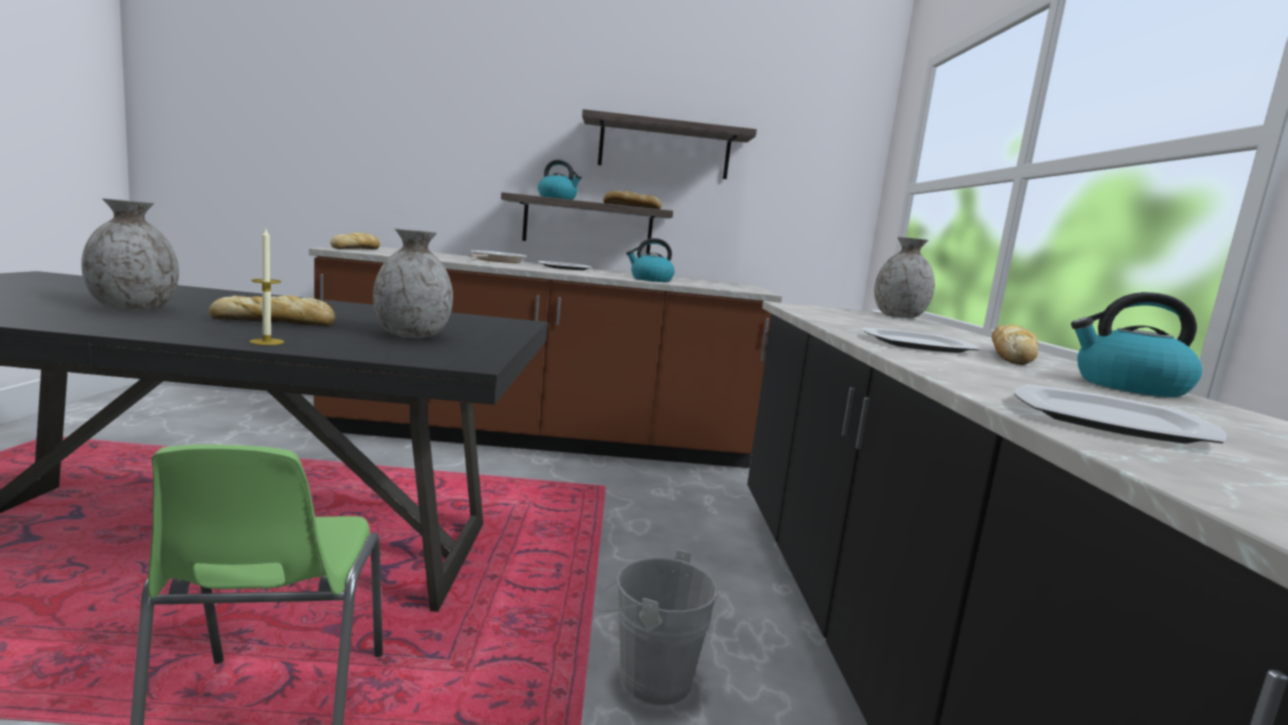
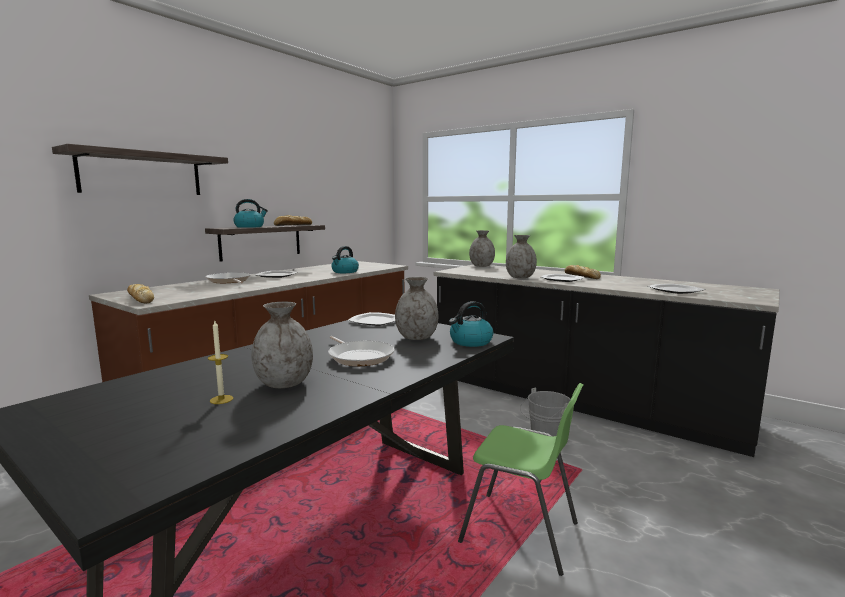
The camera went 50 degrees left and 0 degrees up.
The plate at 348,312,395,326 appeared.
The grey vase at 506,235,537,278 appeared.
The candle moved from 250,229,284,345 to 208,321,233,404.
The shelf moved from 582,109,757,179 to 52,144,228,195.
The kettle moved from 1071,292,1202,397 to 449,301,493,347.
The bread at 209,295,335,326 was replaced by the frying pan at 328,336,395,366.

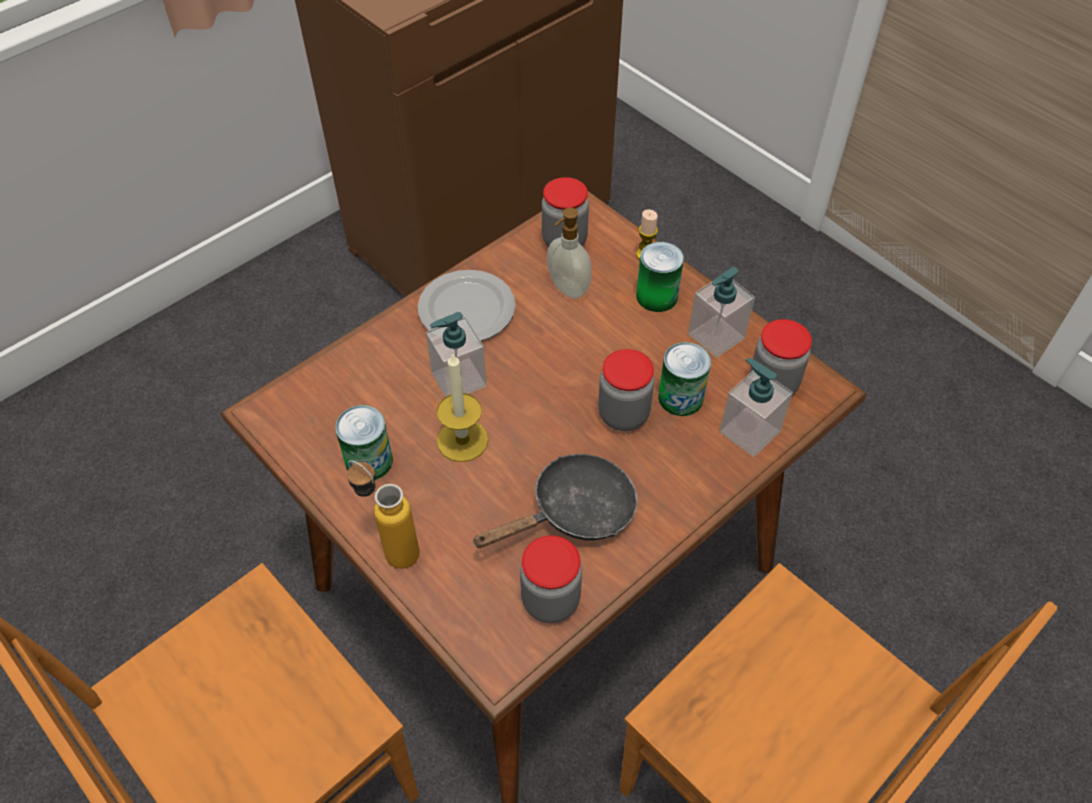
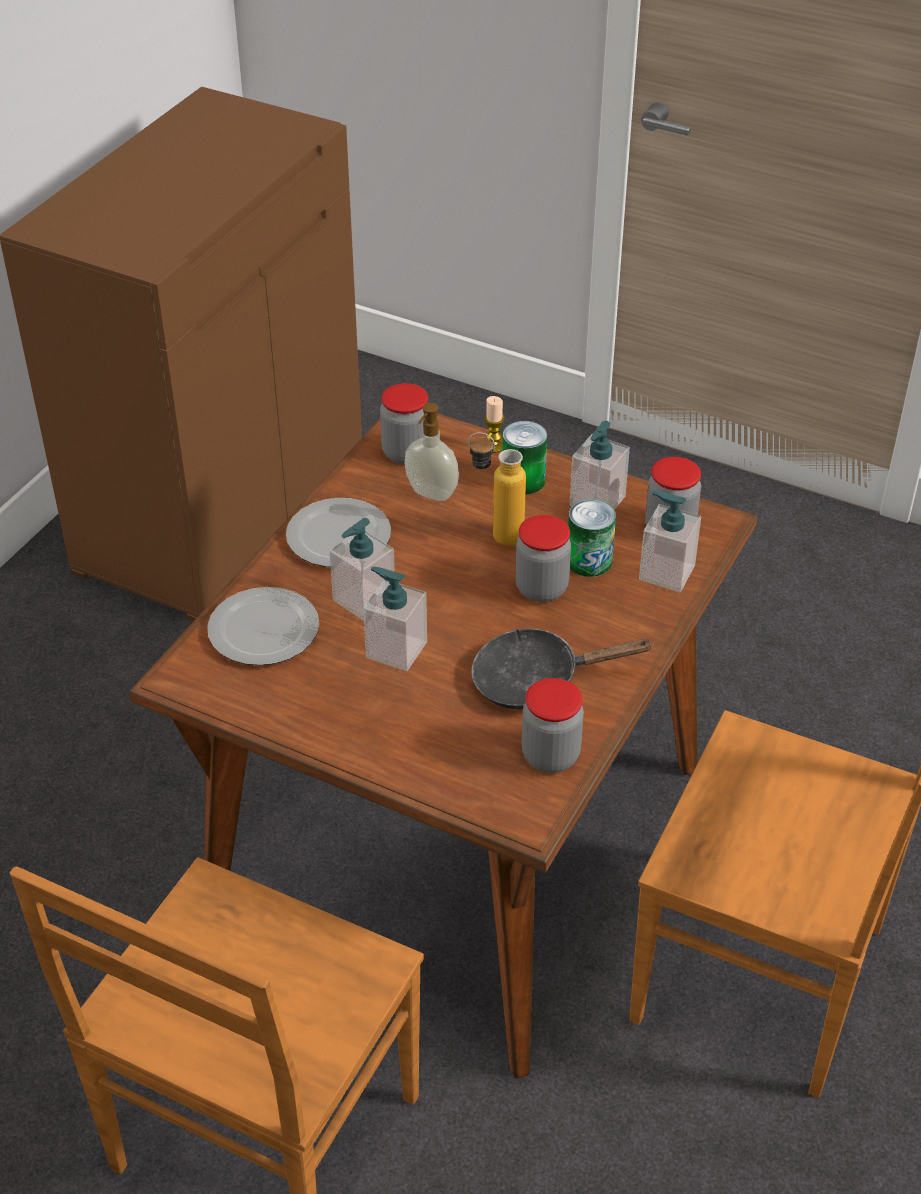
The camera went 20 degrees left and 10 degrees down.
The can at 335,405,393,480 disappeared.
The plate at 207,587,319,665 appeared.
The bottle moved from 347,460,419,569 to 468,432,526,546.
The candle at 436,352,488,462 was replaced by the soap dispenser at 363,567,427,671.
The black frying pan at 472,454,638,548 turned 135 degrees counterclockwise.

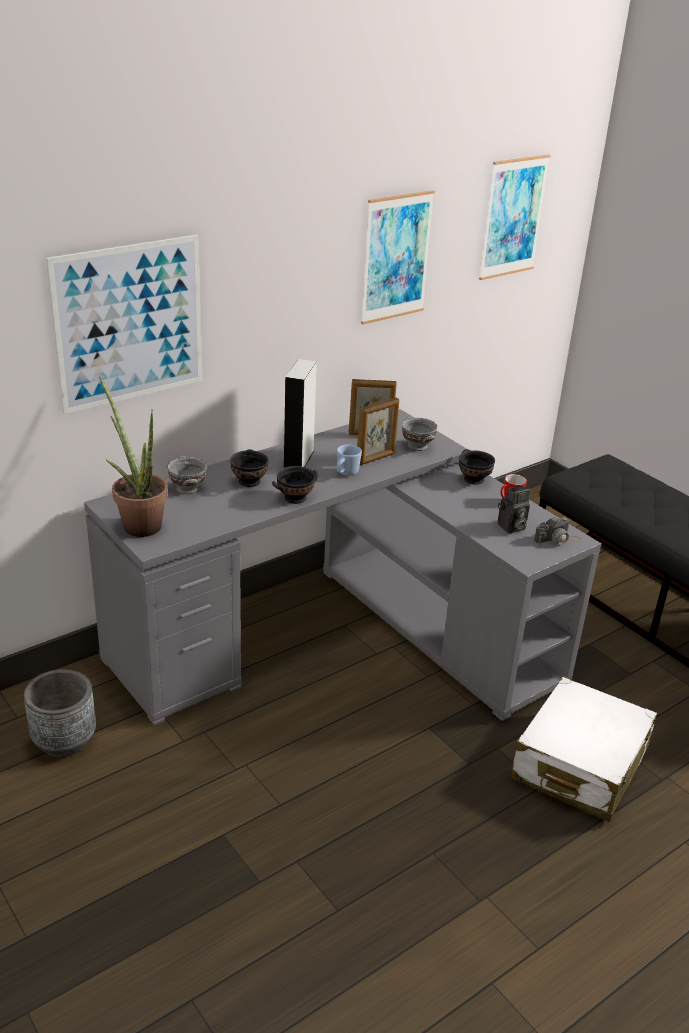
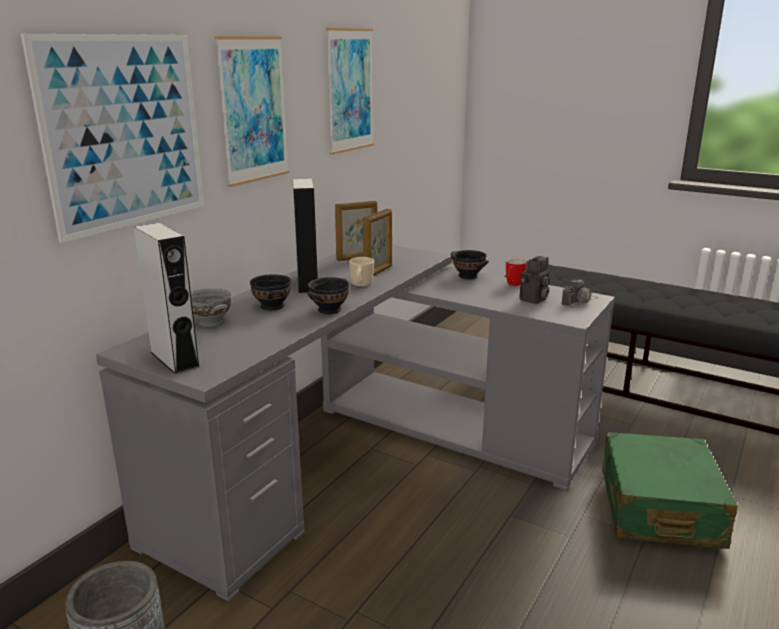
The camera went 20 degrees left and 10 degrees down.
The grey bowl at 402,417,437,451 disappeared.
The picture moved from 479,154,550,280 to 215,36,289,187.
The potted plant at 99,376,168,537 was replaced by the grey speaker at 134,223,200,374.
The blue mug at 337,445,362,476 became the beige mug at 349,257,374,287.
The white suitcase at 510,677,657,822 became the green suitcase at 602,432,738,549.

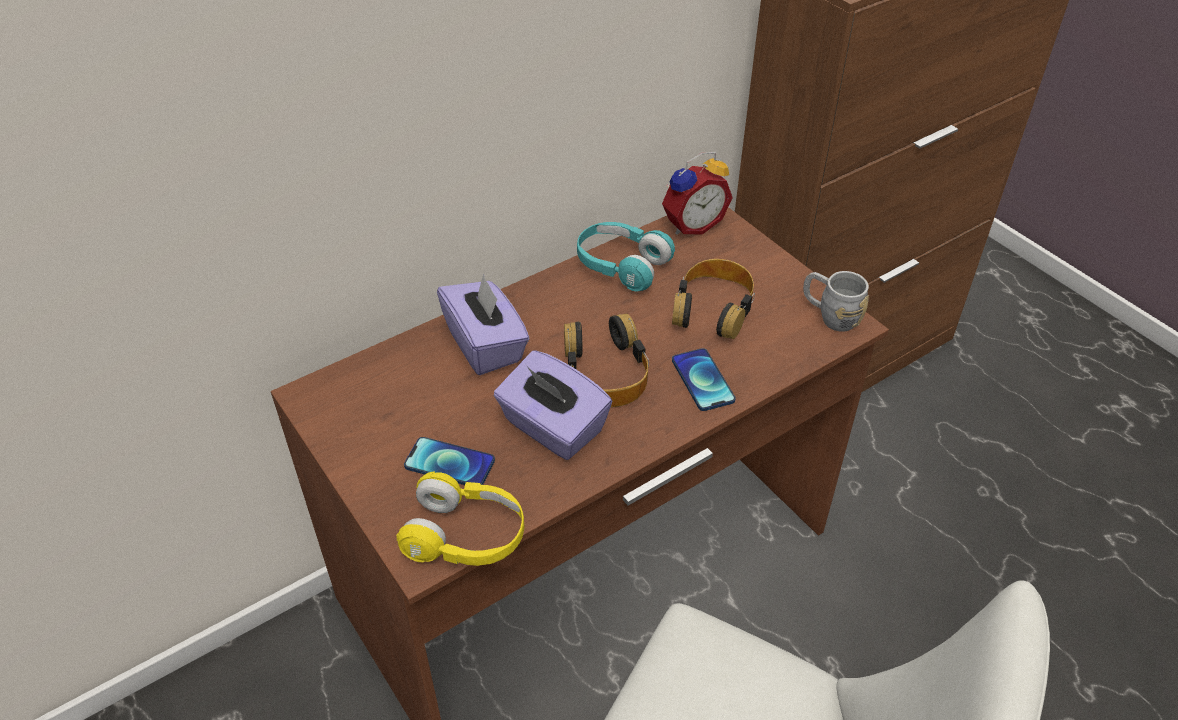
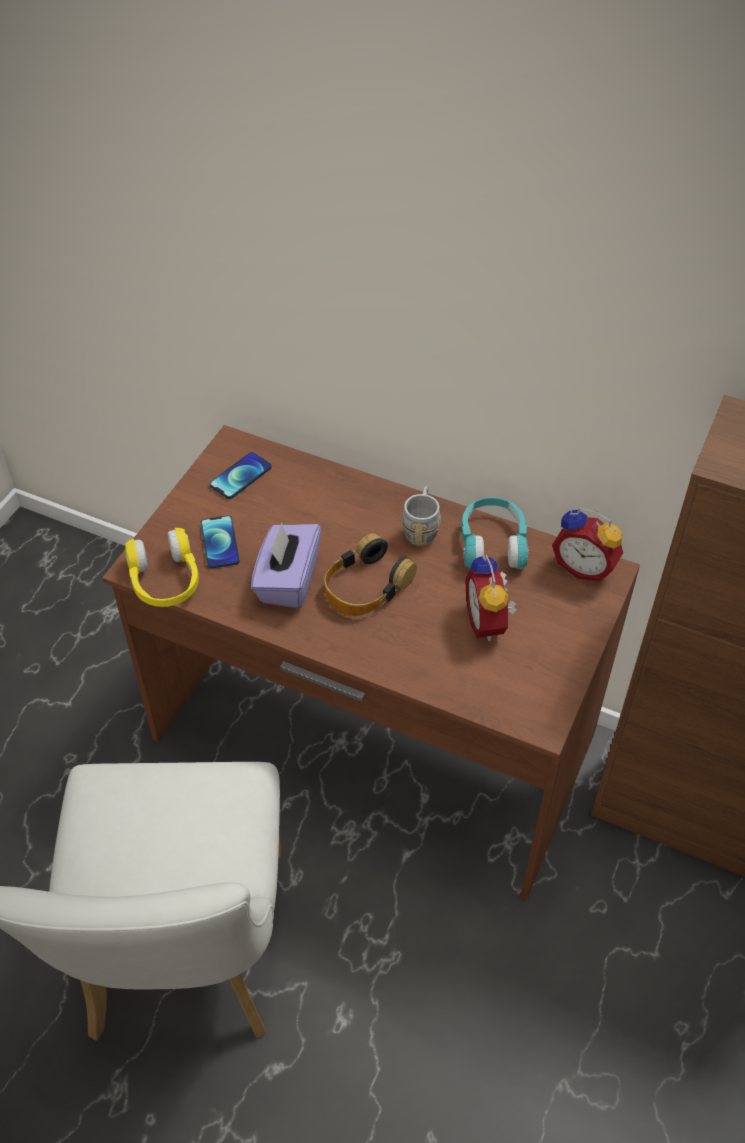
The camera went 60 degrees right and 5 degrees up.
The purple tissue box at 437,274,530,375 disappeared.
The phone moved from 672,348,736,411 to 210,452,272,499.
The grey mug moved from 803,271,869,332 to 401,486,441,546.
The headphones at 672,259,755,339 was replaced by the alarm clock at 465,555,517,641.

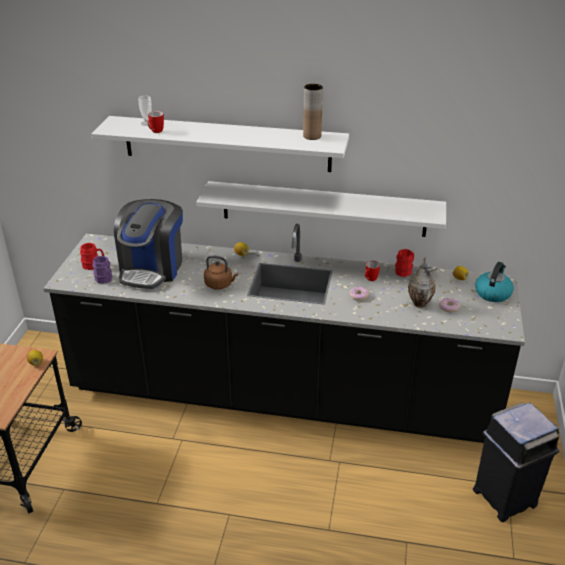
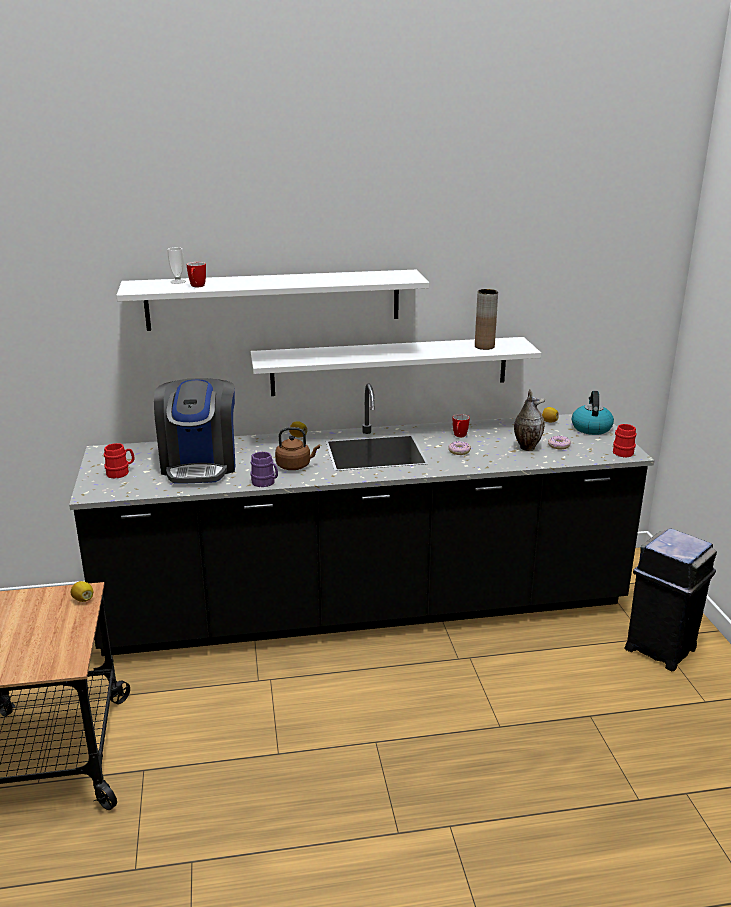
The camera went 20 degrees left and 10 degrees down.
The purple mug moved from 93,256,112,284 to 250,451,278,487.
The brown vase moved from 303,84,323,140 to 475,289,498,350.
The red mug moved from 395,249,414,277 to 613,424,637,458.

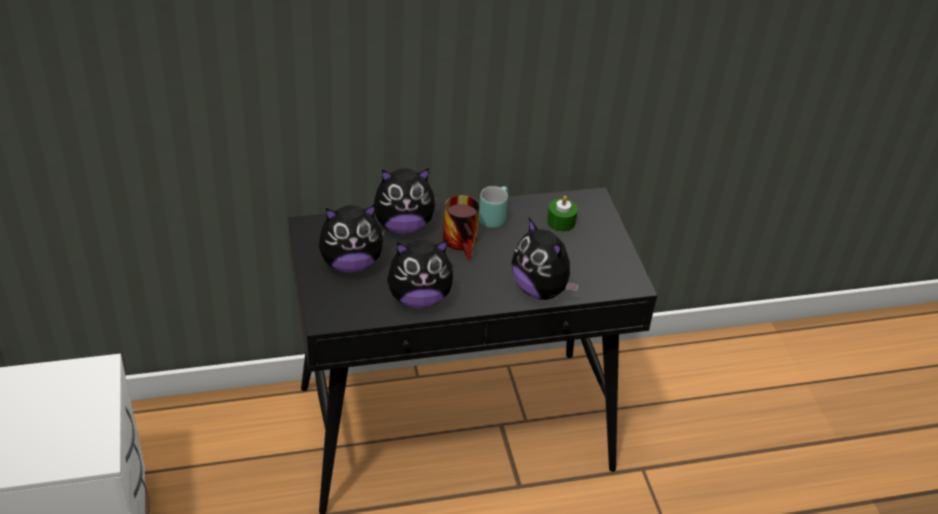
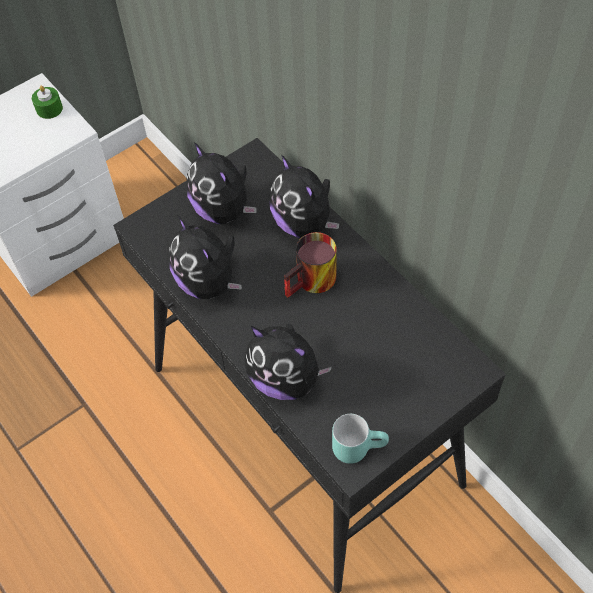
The camera went 70 degrees right and 15 degrees up.
The turquoise mug moved from 479,186,508,229 to 332,414,389,464.
The green candle moved from 547,195,578,232 to 32,86,63,119.
The plush toy at 511,218,580,300 turned 90 degrees counterclockwise.

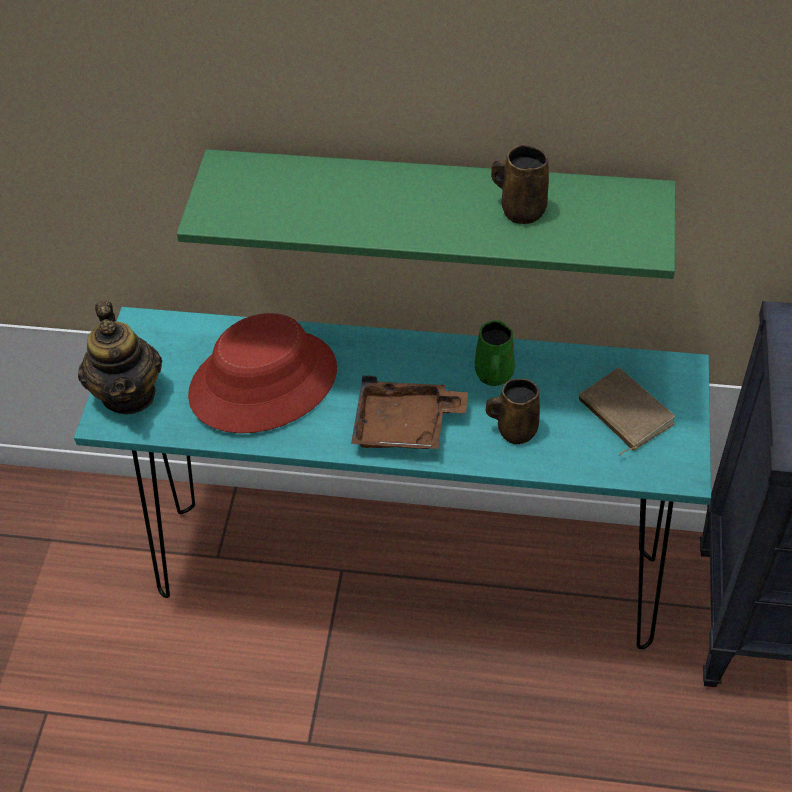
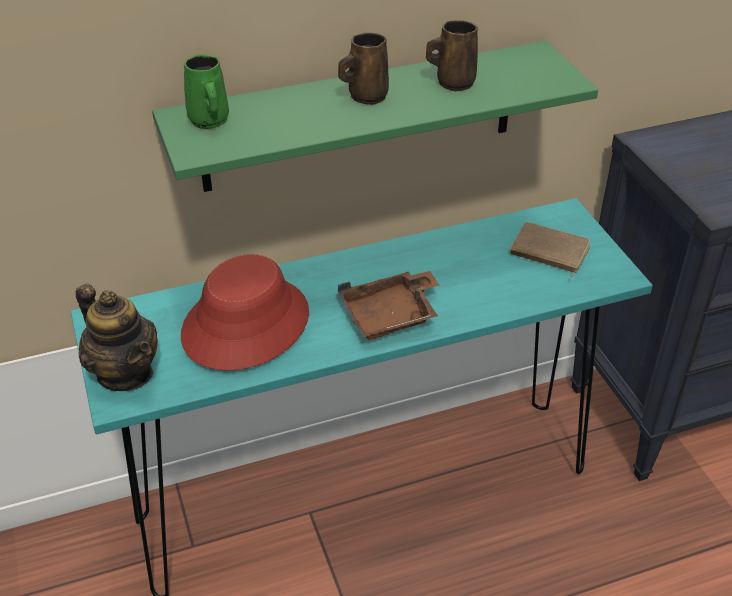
The camera went 30 degrees left and 10 degrees down.
The green mug moved from 475,320,515,386 to 184,54,229,129.
The brown mug moved from 486,378,540,444 to 338,33,389,105.

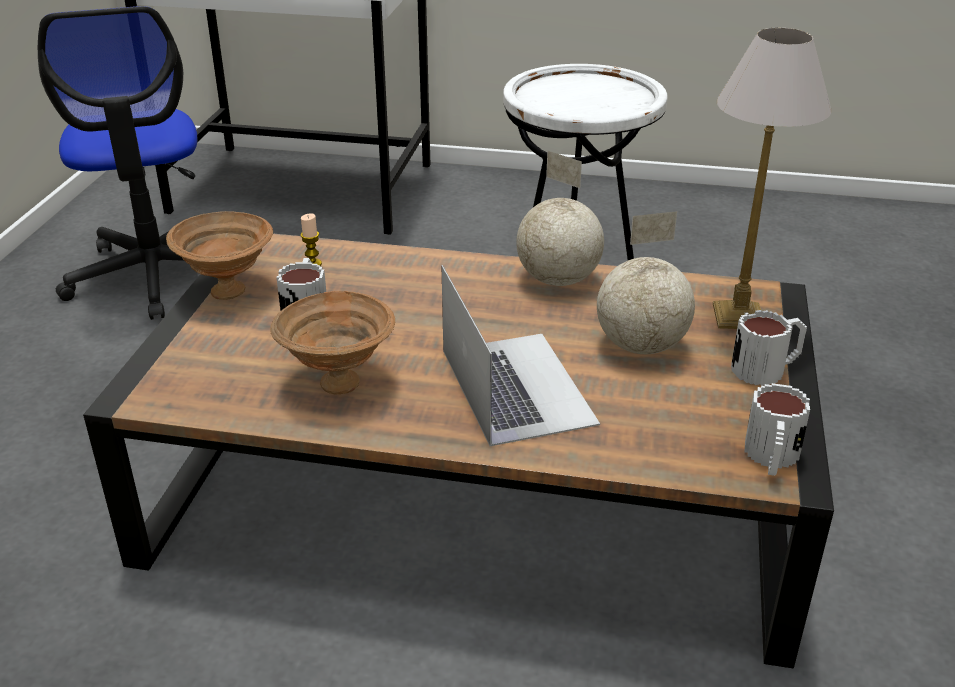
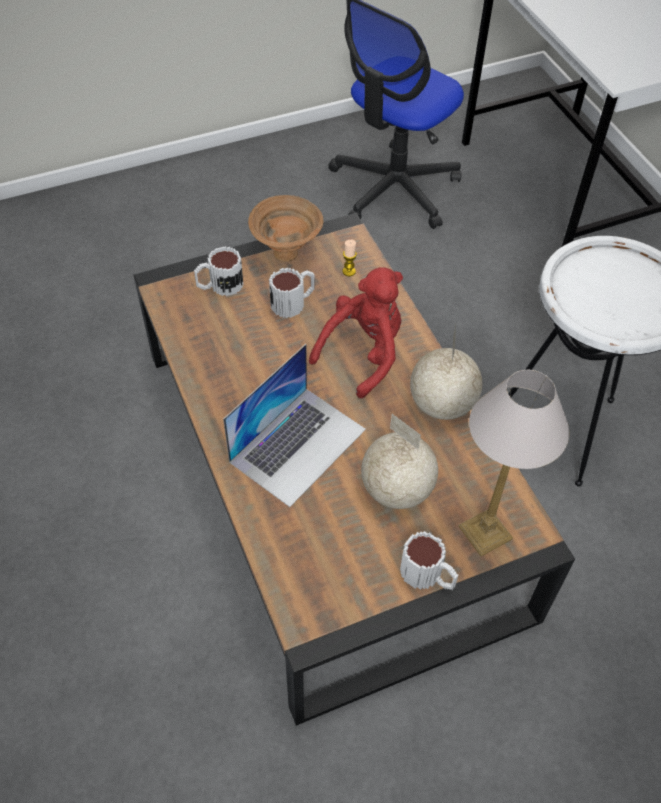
The camera went 55 degrees right and 20 degrees up.
The brown bowl at 270,291,395,395 disappeared.
The red plush toy at 309,267,403,398 appeared.
The mug moved from 744,383,810,476 to 194,246,243,296.

